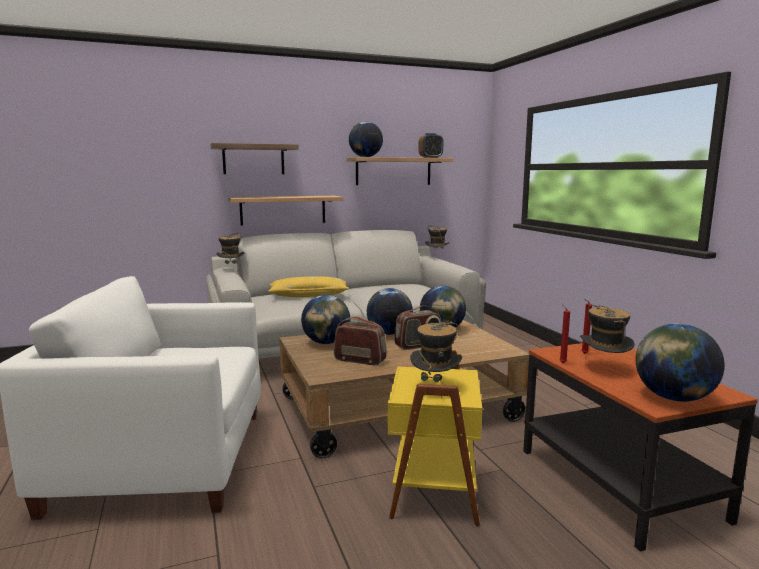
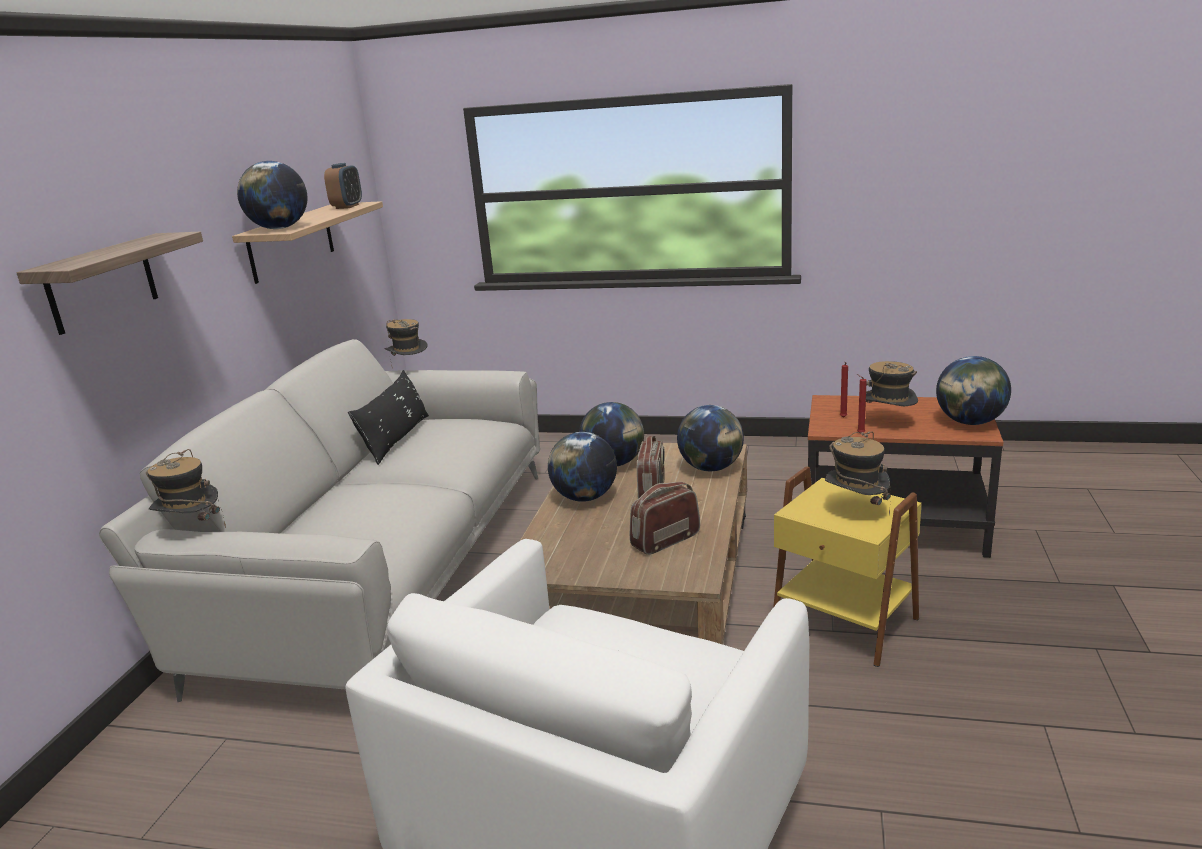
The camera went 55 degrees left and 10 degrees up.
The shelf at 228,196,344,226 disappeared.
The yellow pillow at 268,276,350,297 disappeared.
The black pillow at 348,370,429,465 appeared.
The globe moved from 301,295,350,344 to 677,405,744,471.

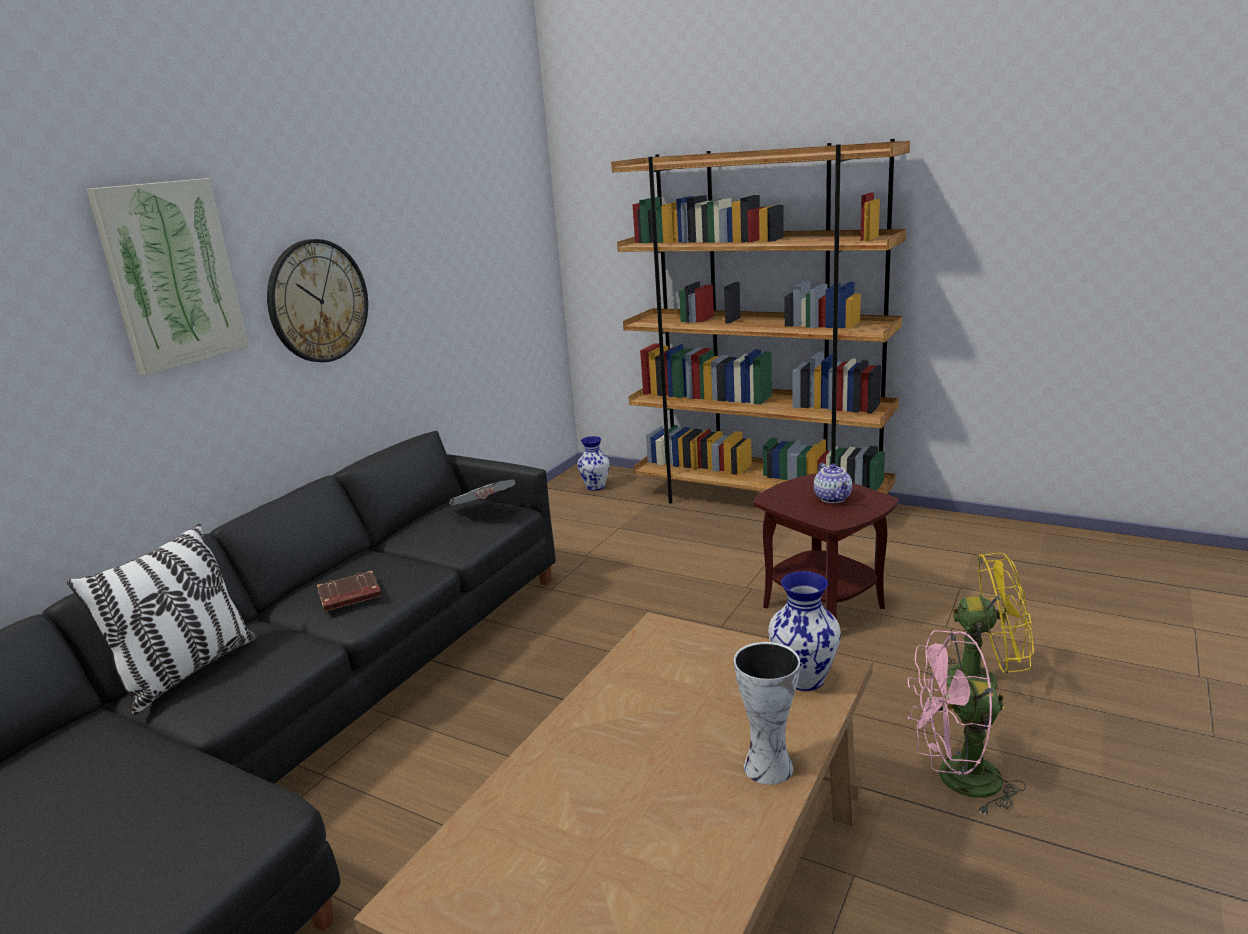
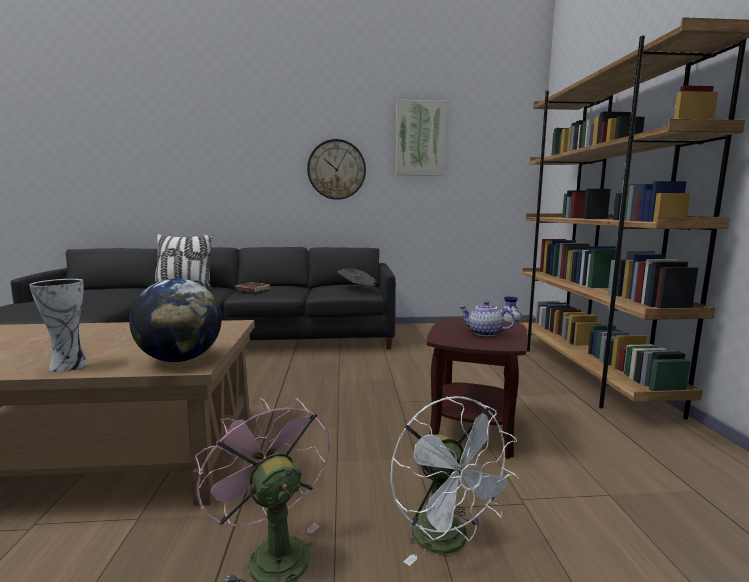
The camera went 55 degrees right and 10 degrees down.
The picture moved from 86,178,249,375 to 396,100,446,176.
The vase at 768,571,841,691 was replaced by the globe at 129,279,222,362.
The yellow fan at 926,553,1034,708 became the white fan at 390,396,519,566.
The teapot at 814,463,852,503 turned 75 degrees clockwise.

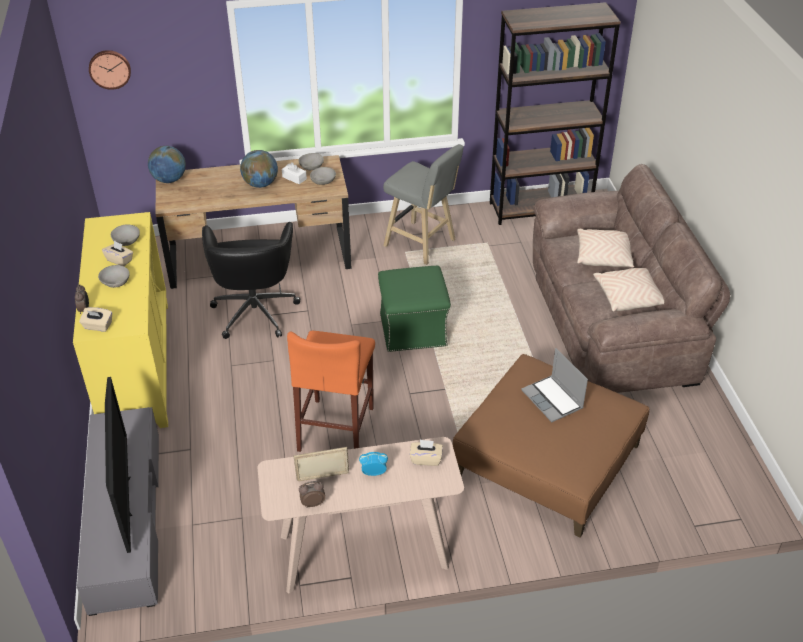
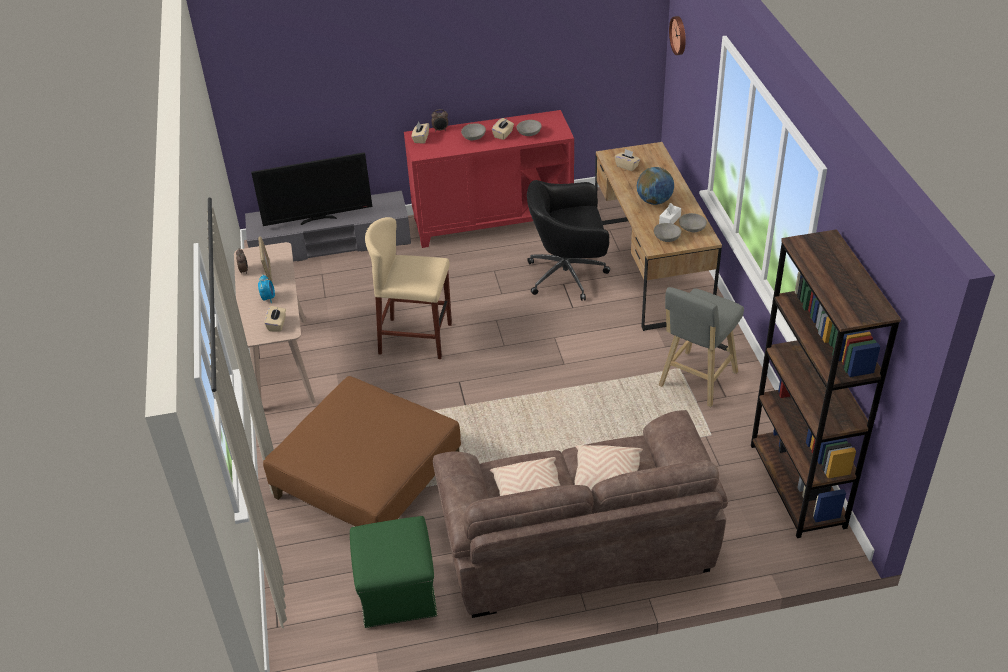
The camera went 90 degrees right and 0 degrees up.
The globe at 148,146,186,183 disappeared.
The laptop at 521,348,588,422 disappeared.
The beige tissue box at 615,149,640,171 appeared.
The green ottoman moved from 378,266,451,352 to 350,516,438,628.
The yellow cabinet at 73,212,168,428 became the red cabinet at 404,110,574,248.
The orange stool at 287,331,375,452 became the beige stool at 365,217,452,359.

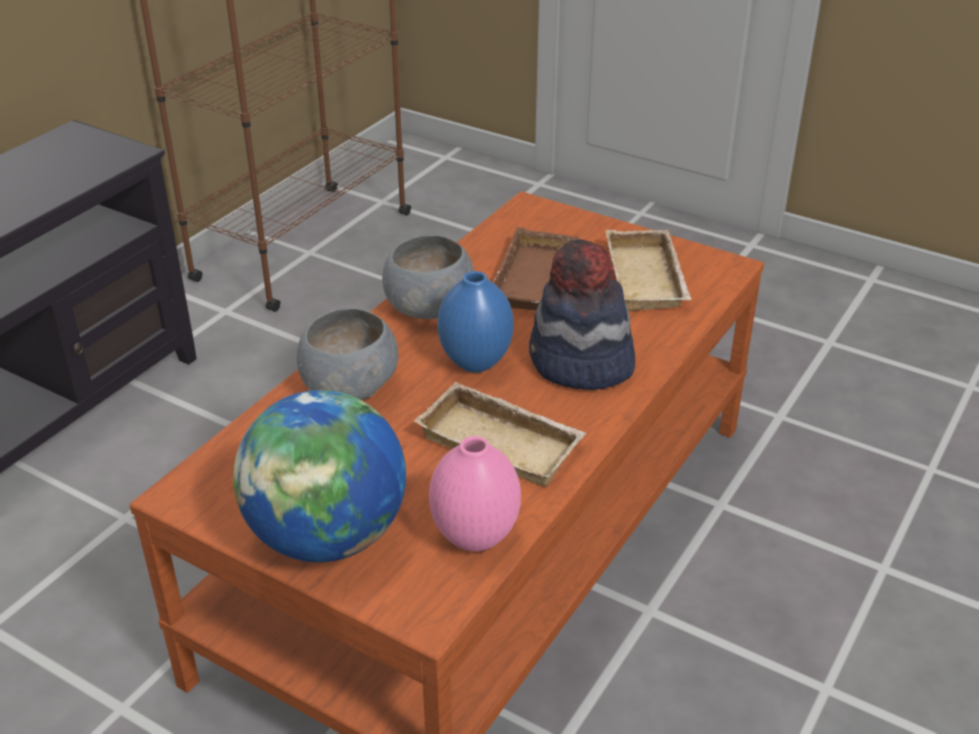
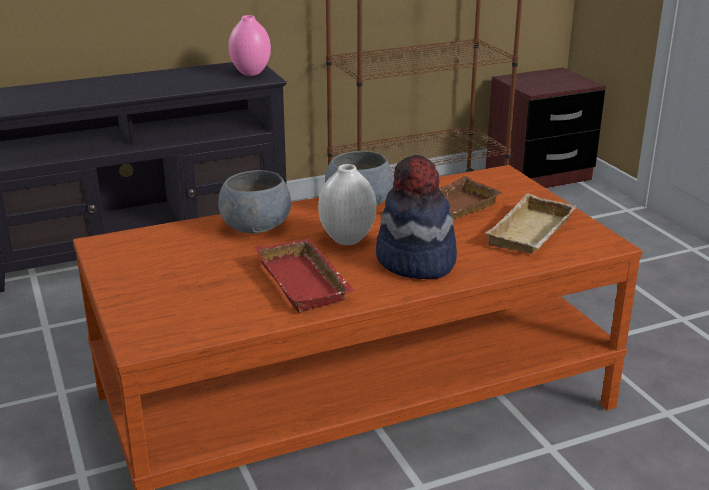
The camera went 35 degrees right and 10 degrees down.
The globe at 233,390,406,562 disappeared.
The brown nightstand at 486,67,606,188 appeared.
The pink vase moved from 429,436,521,552 to 229,15,271,76.
The beige tray at 414,382,586,487 became the red tray at 255,238,355,313.
The blue vase at 437,271,514,373 became the white vase at 318,164,376,245.

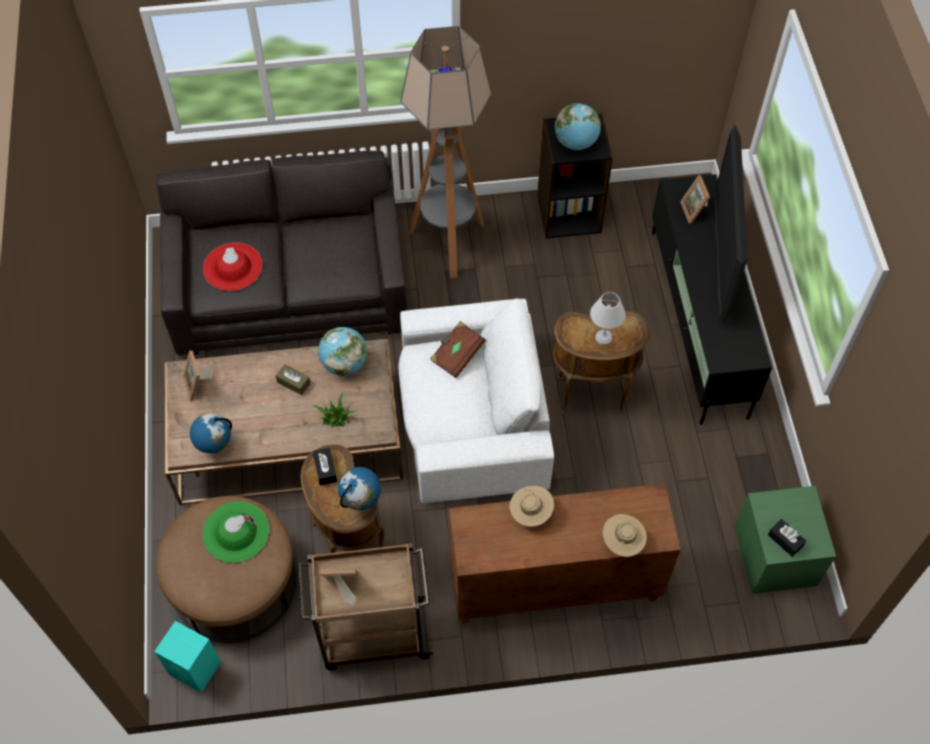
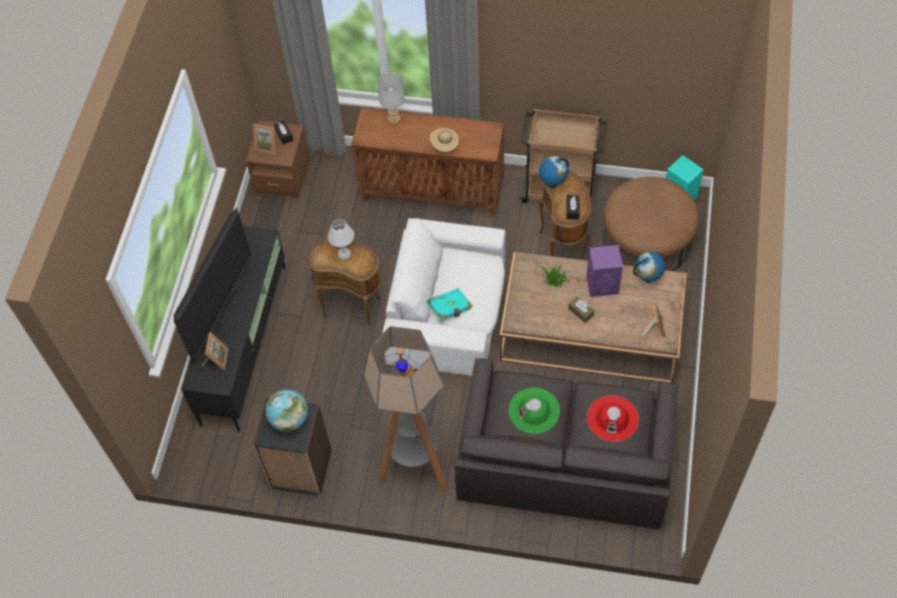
The camera went 160 degrees left and 0 degrees up.
The globe at 318,327,368,376 disappeared.
The purple speaker at 586,245,623,297 appeared.
The green hat moved from 203,501,270,563 to 509,388,560,434.
The picture frame moved from 319,569,359,605 to 253,124,276,154.
The beige hat at 603,514,647,557 was replaced by the grey table lamp at 377,72,405,124.
The brown book at 430,321,486,378 became the turquoise book at 427,288,473,321.
The green nightstand at 734,486,836,594 became the brown nightstand at 246,121,310,198.

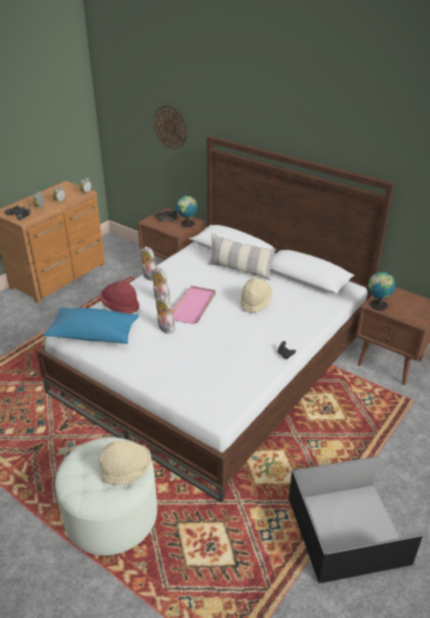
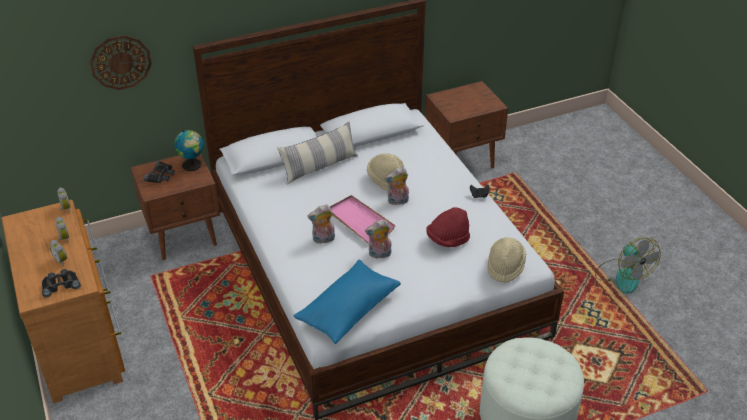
The camera went 60 degrees left and 5 degrees up.
The globe at 368,272,396,310 disappeared.
The beige hat moved from 99,441,151,485 to 487,237,526,283.
The red hat moved from 100,281,139,314 to 427,207,470,247.
The plush toy moved from 140,246,156,281 to 385,167,409,205.
The black storage box at 289,456,423,583 was replaced by the fan at 595,238,661,294.

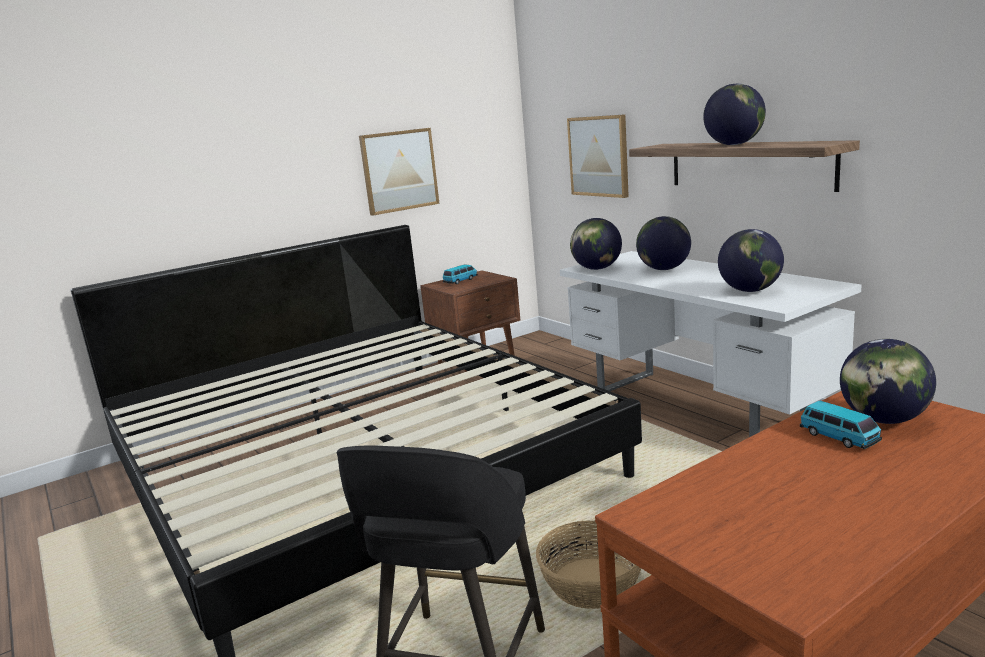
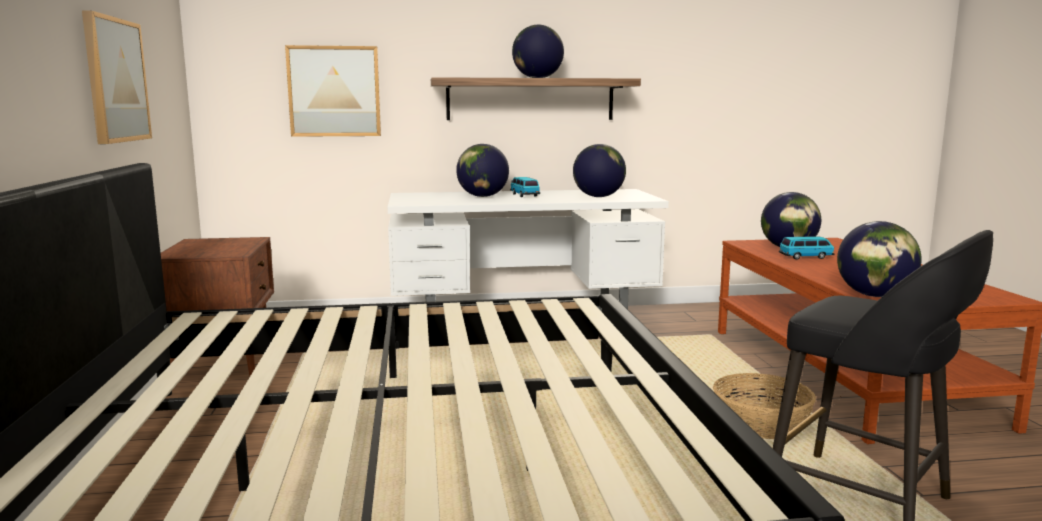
The camera went 65 degrees left and 5 degrees down.
The toy car moved from 443,265,478,284 to 510,177,540,197.
The globe moved from 570,218,622,270 to 837,221,922,297.

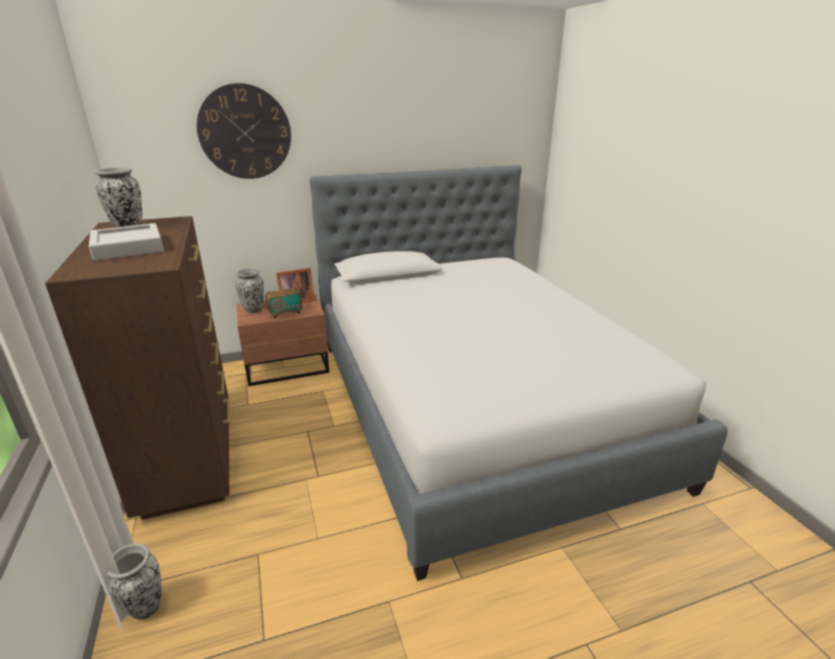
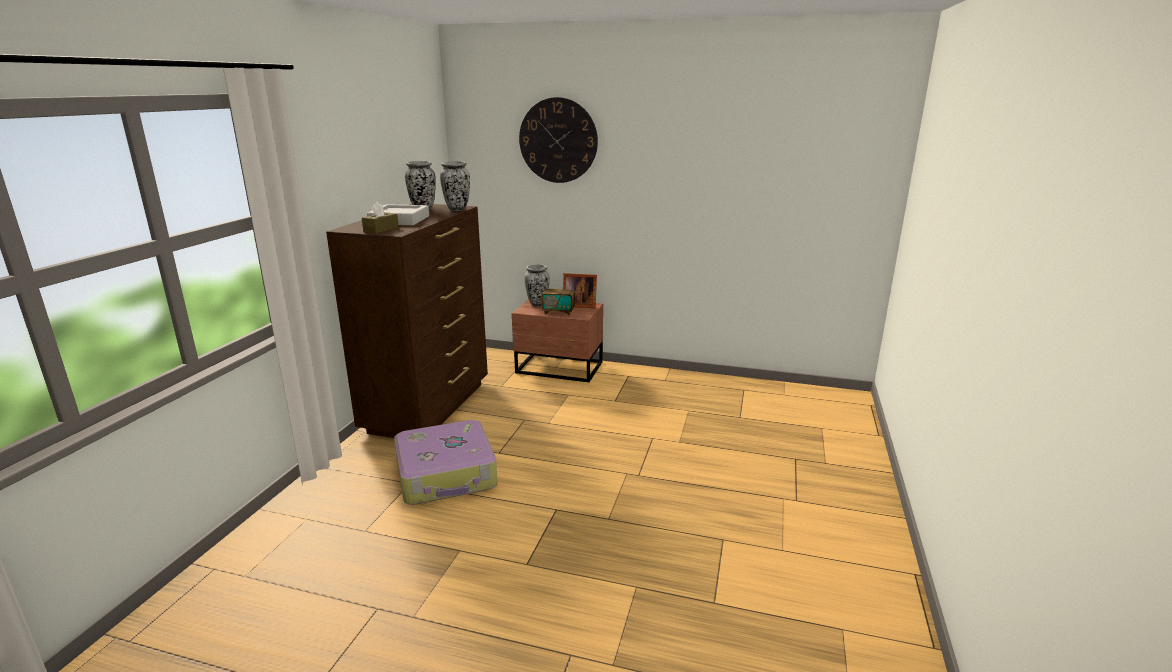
The camera went 35 degrees right and 5 degrees down.
The bed at 310,165,728,581 disappeared.
The brown tissue box at 362,202,399,234 appeared.
The suitcase at 394,420,498,505 appeared.
The vase moved from 107,544,162,619 to 440,161,470,211.

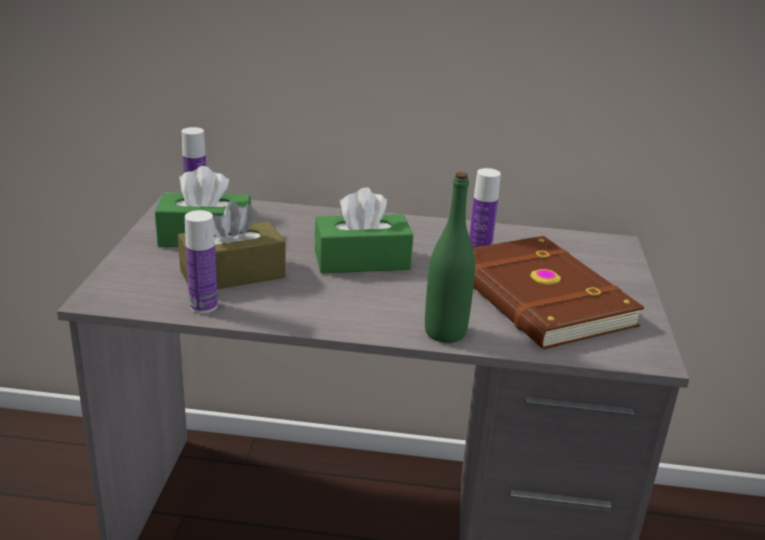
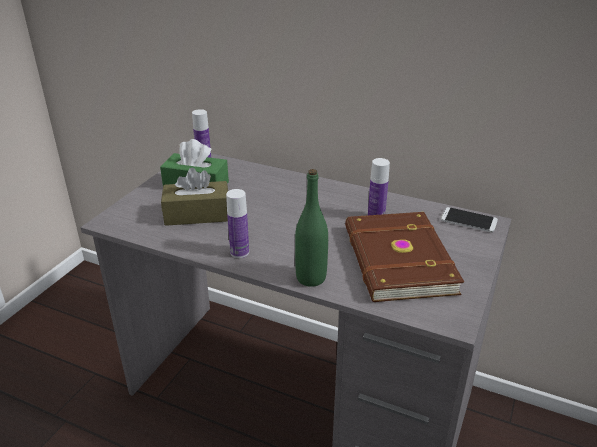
The camera went 20 degrees right and 5 degrees up.
The green tissue box at 314,188,413,273 disappeared.
The phone at 441,207,498,232 appeared.
The bottle moved from 185,210,218,314 to 226,189,249,258.

